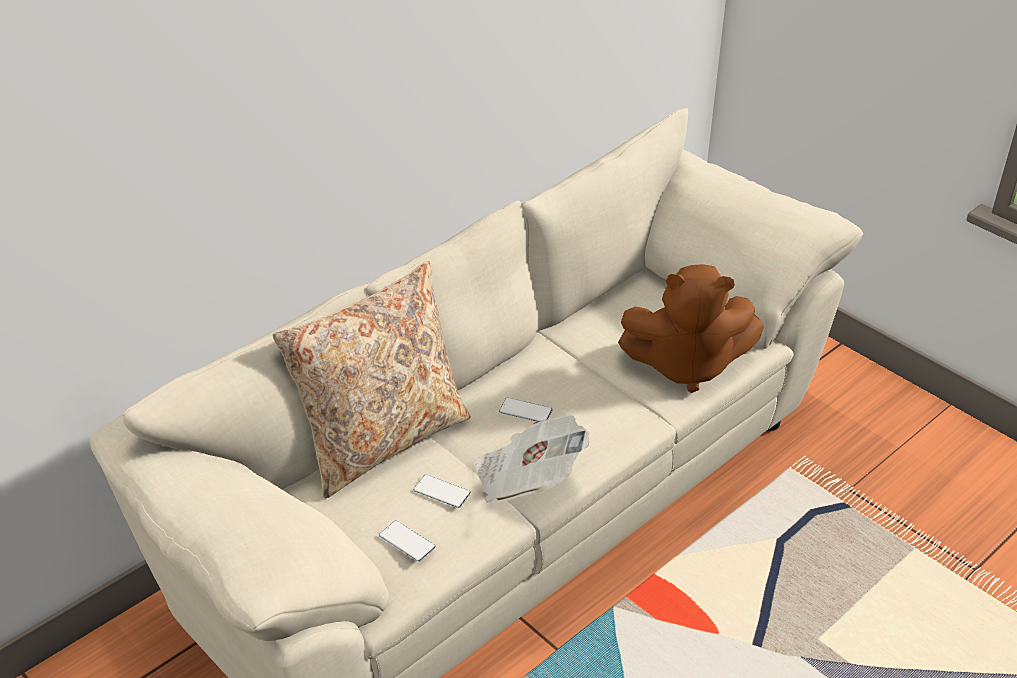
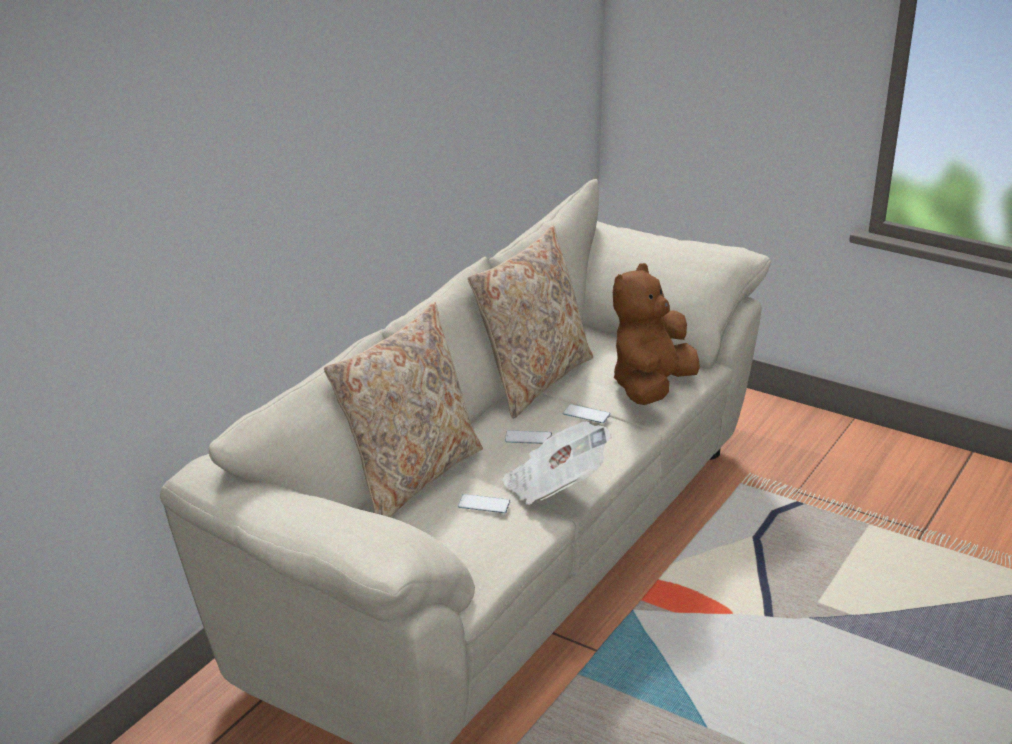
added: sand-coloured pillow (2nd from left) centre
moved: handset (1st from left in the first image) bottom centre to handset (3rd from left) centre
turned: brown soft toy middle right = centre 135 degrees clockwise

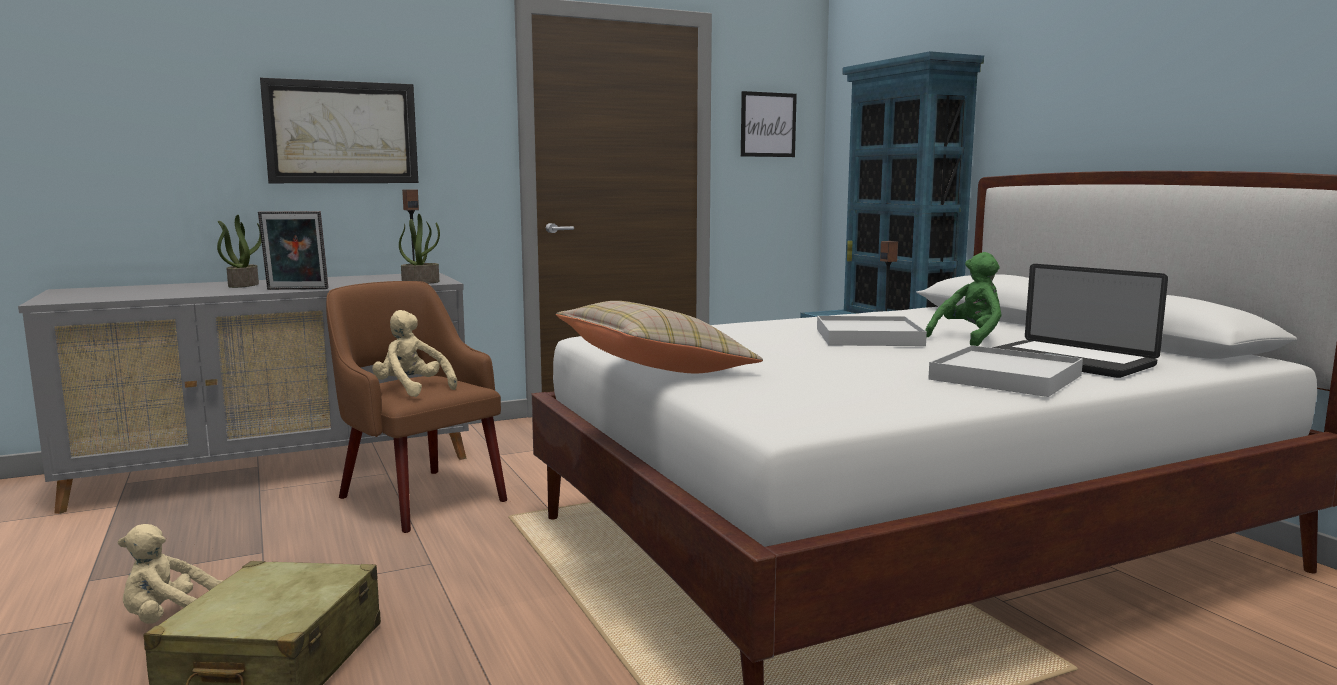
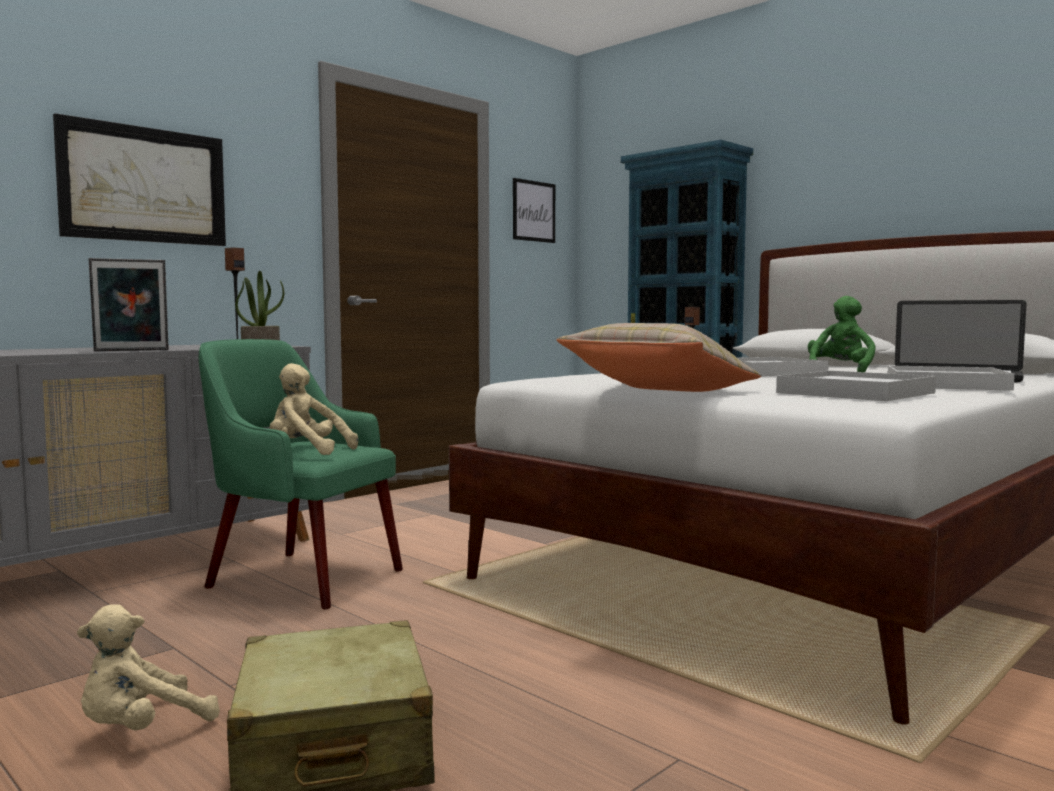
removed: plant in a pot (1st from left) middle left
added: whitish tray (2nd from left) middle right
recoloured: brown easy chair middle left to green easy chair middle left

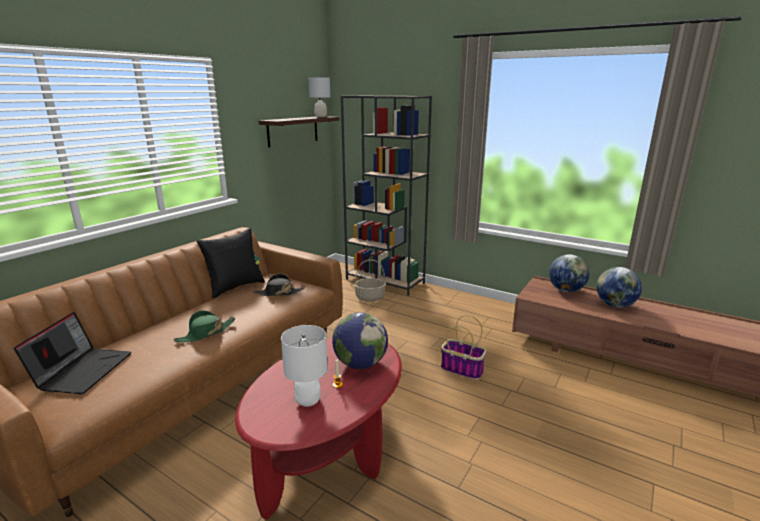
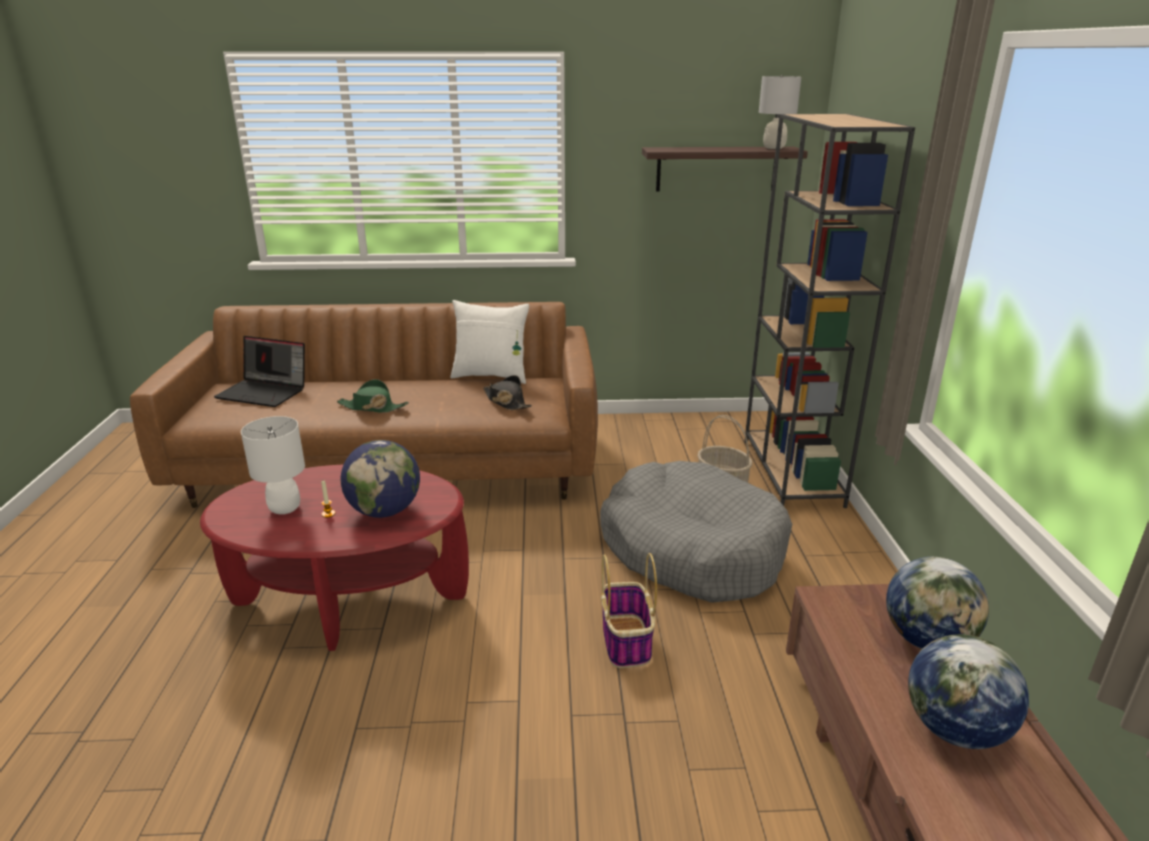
added: greyish dog cushion centre
recoloured: black pillow middle left to whitish pillow centre
turned: portable computer bottom left = middle left 45 degrees clockwise

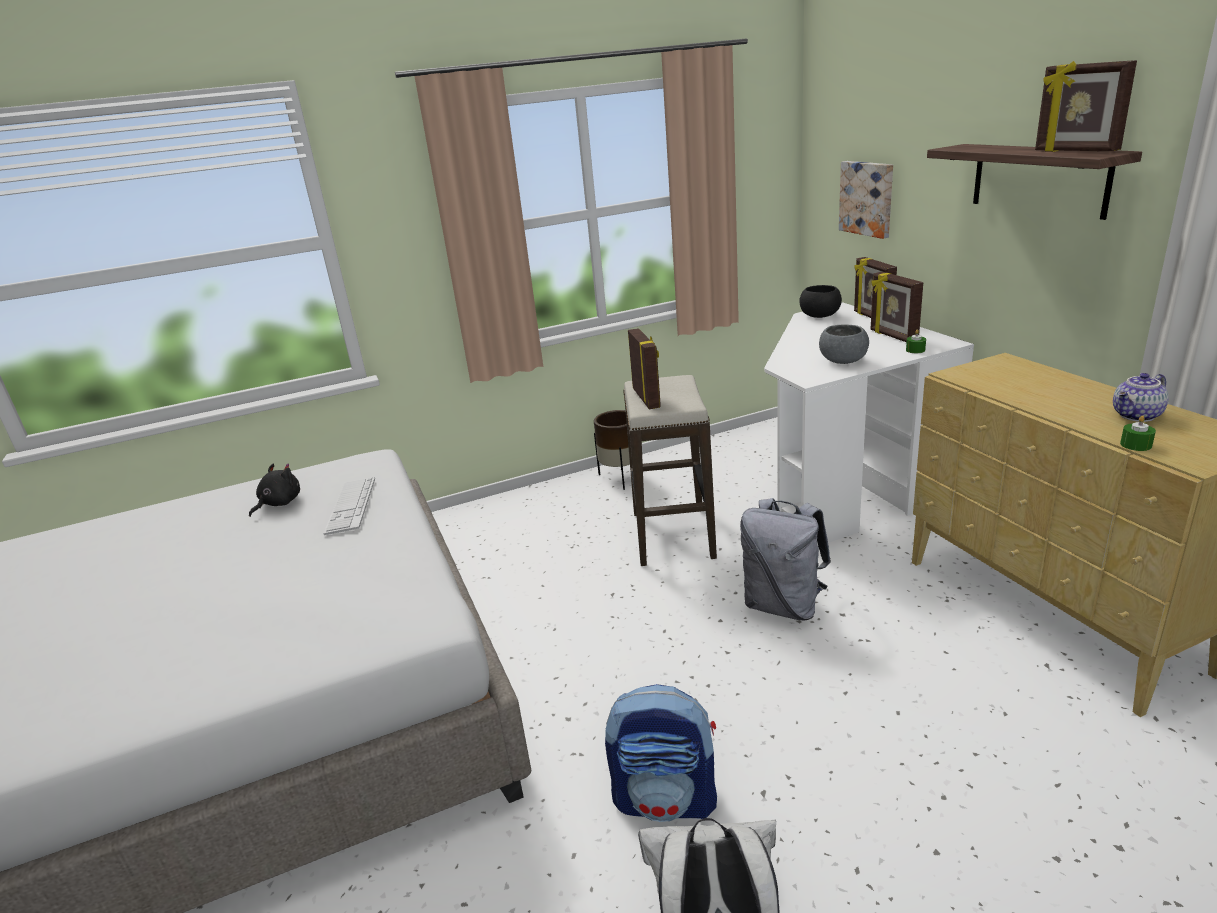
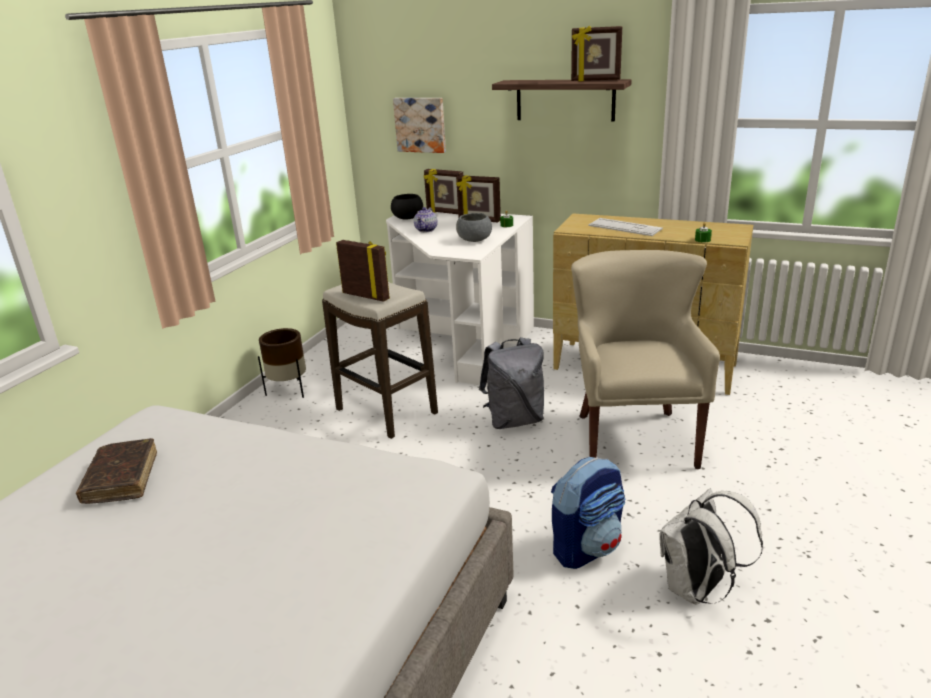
added: sand-coloured easy chair middle right
moved: pot for tea middle right to top centre; computer keyboard middle left to top right
replaced: black soft toy middle left to brown volume bottom left

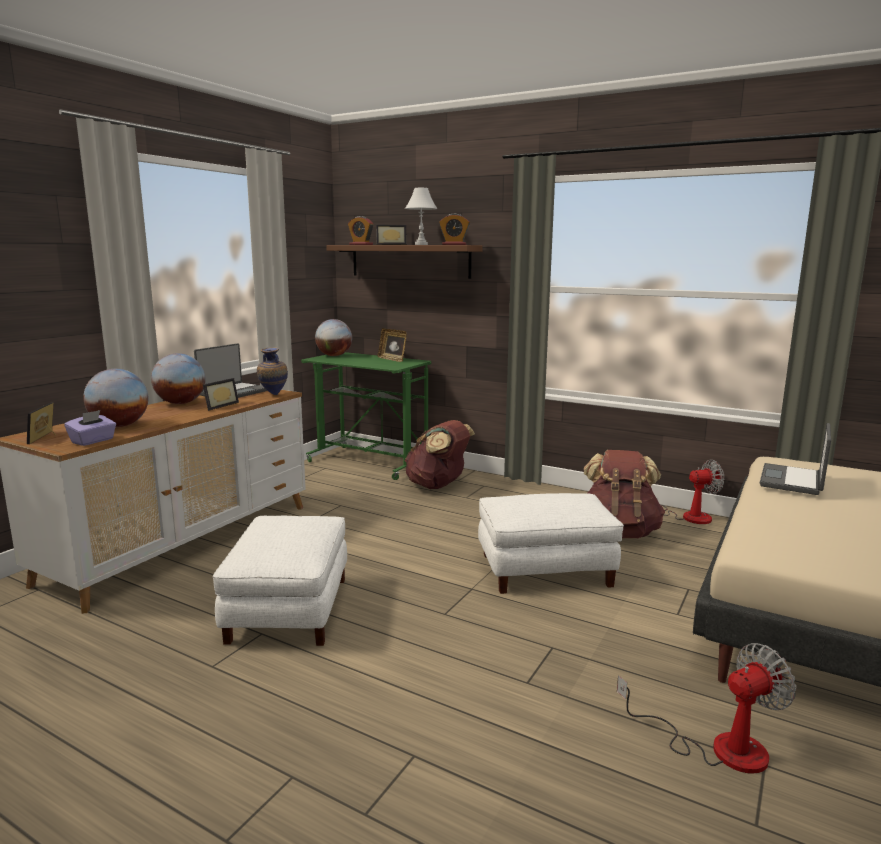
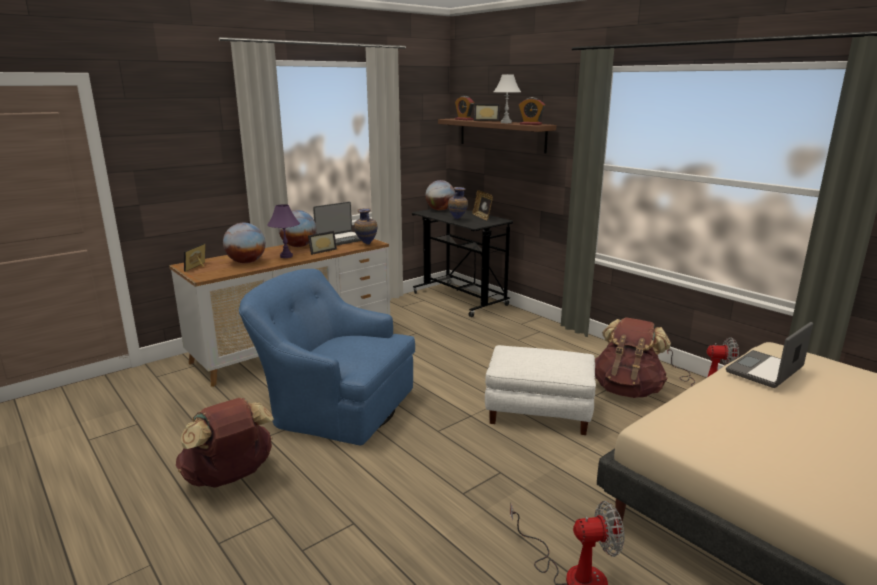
removed: purple tissue holder middle left
added: purple table lamp middle left; flower vase (2nd from left) centre
moved: brown backpack (1st from left) centre to bottom left
replaced: whitish footrest (1st from left) bottom left to blue easy chair centre
recoloured: green desk unit centre to black desk unit centre

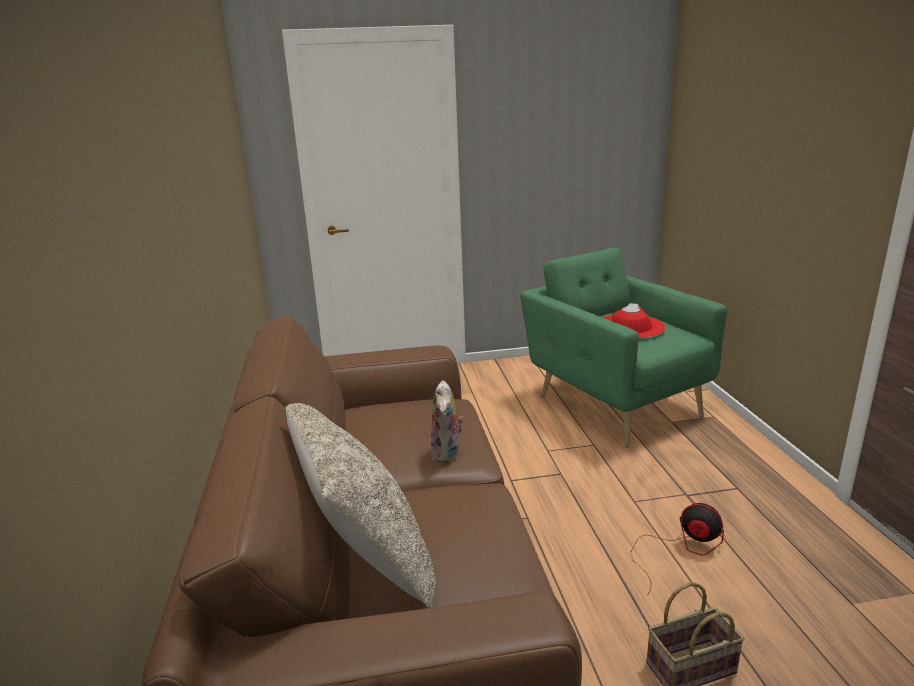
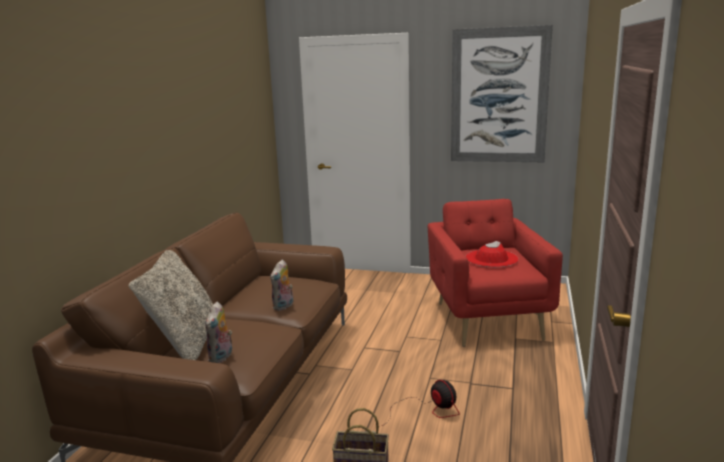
added: soft toy (1st from left) bottom left; wall picture top right
recoloured: green easy chair middle right to red-coloured easy chair middle right

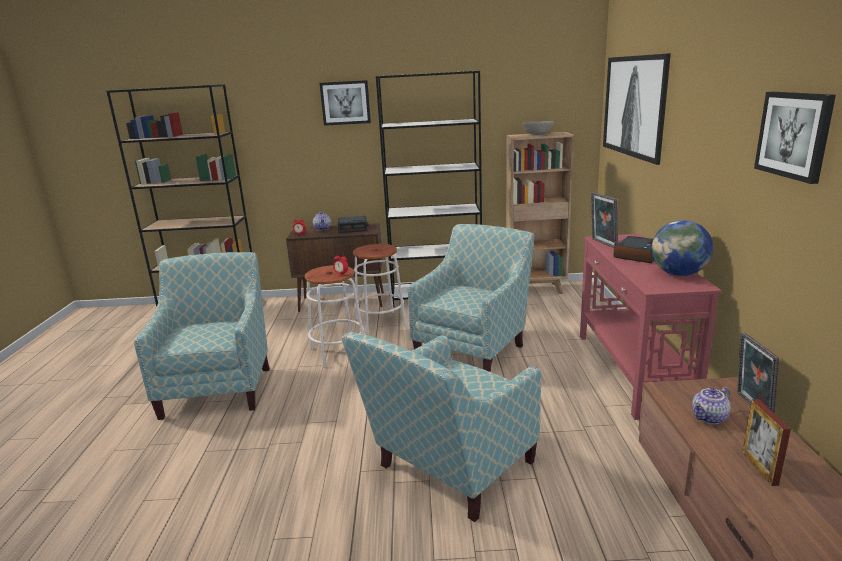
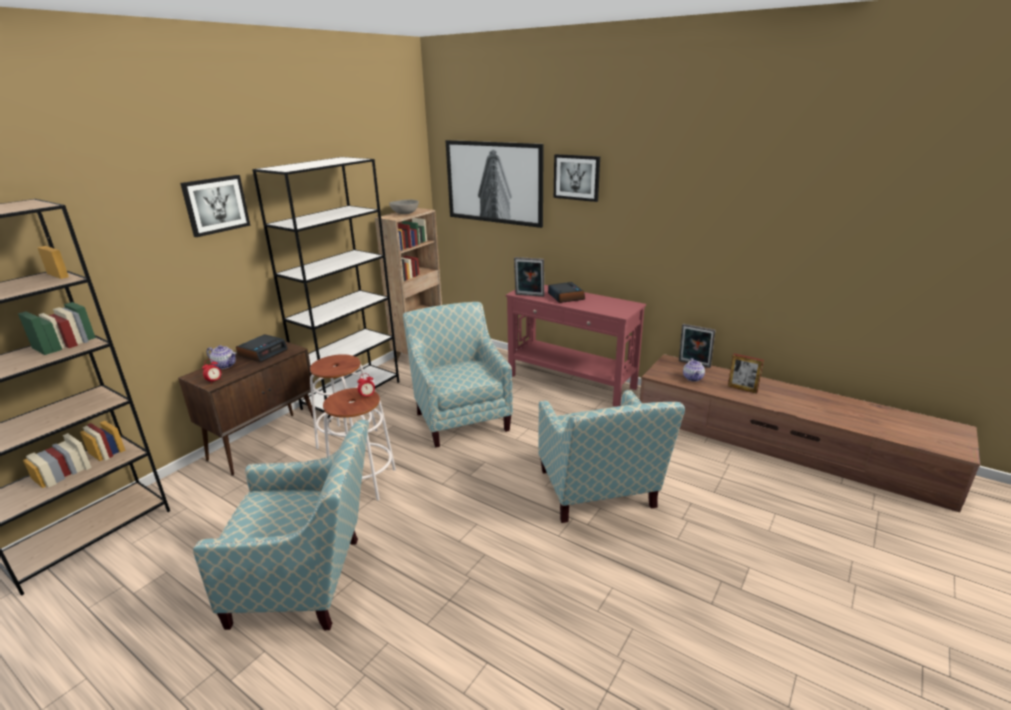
removed: world globe middle right
moved: wall picture (3rd from left) top right to top centre
turned: easy chair (1st from left) middle left = bottom left 150 degrees clockwise

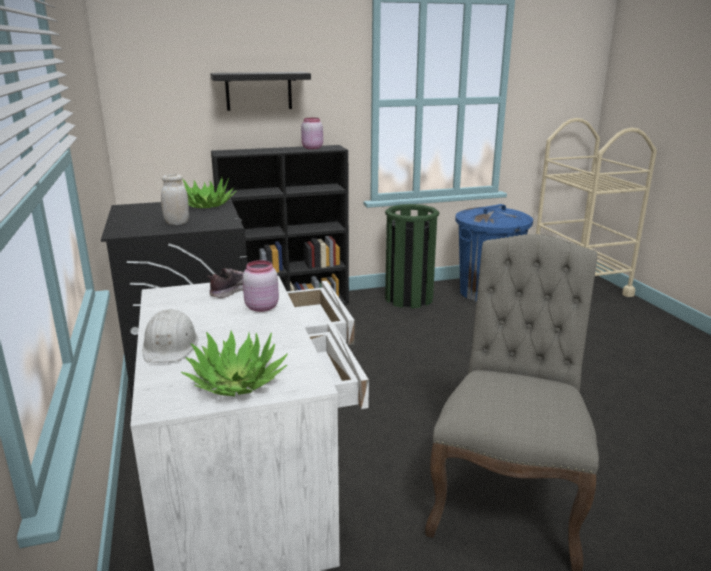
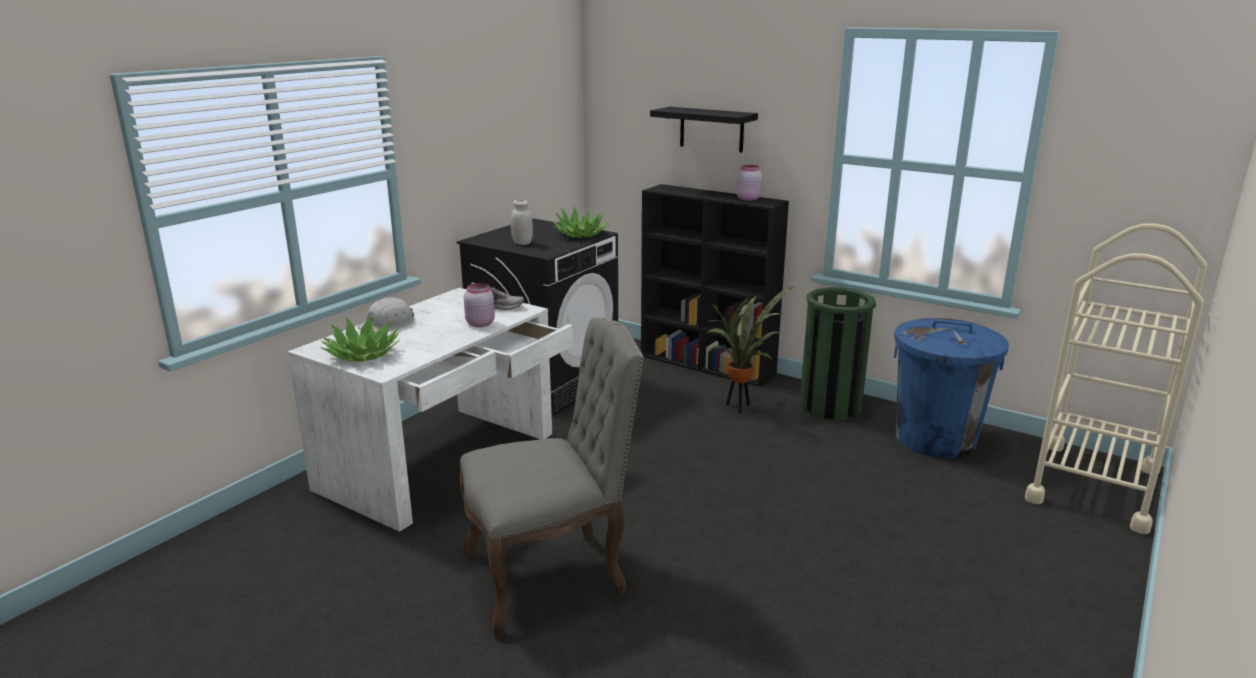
added: plant in a pot (3rd from left) centre

